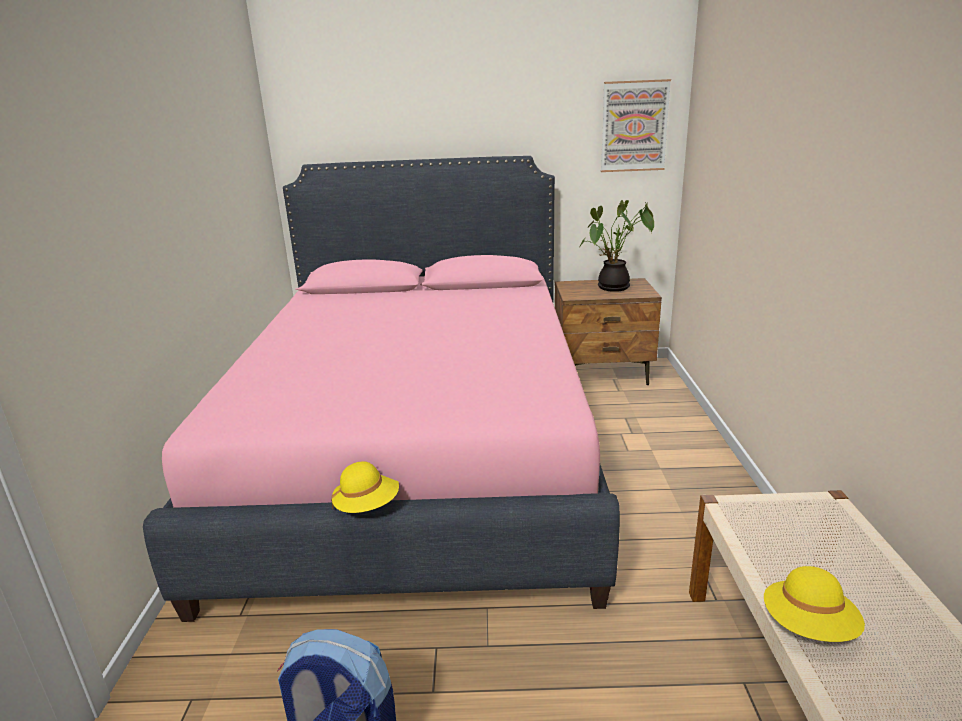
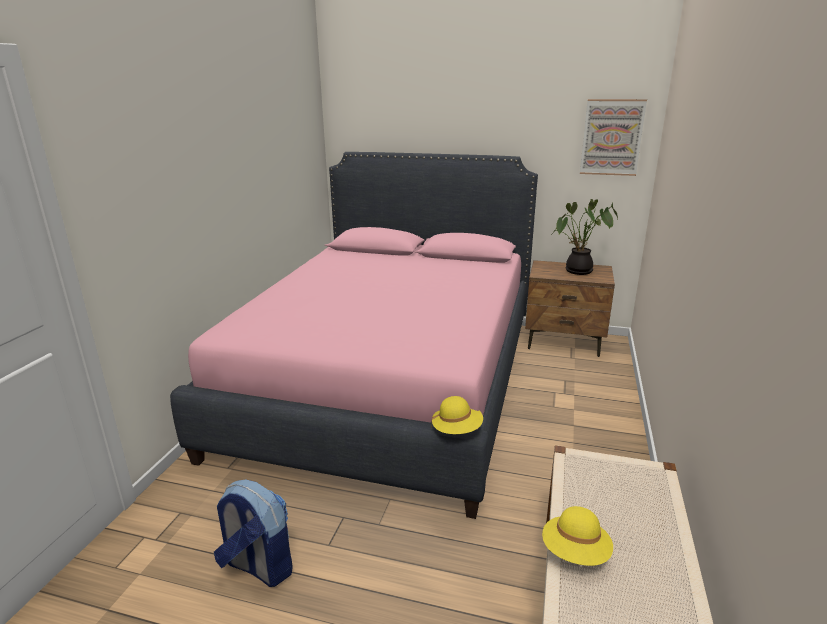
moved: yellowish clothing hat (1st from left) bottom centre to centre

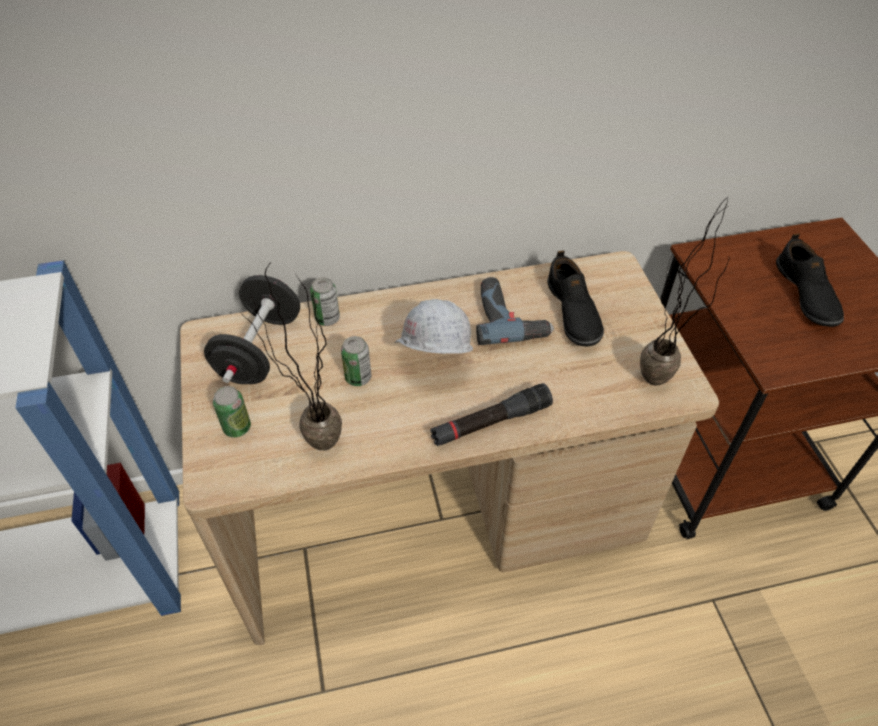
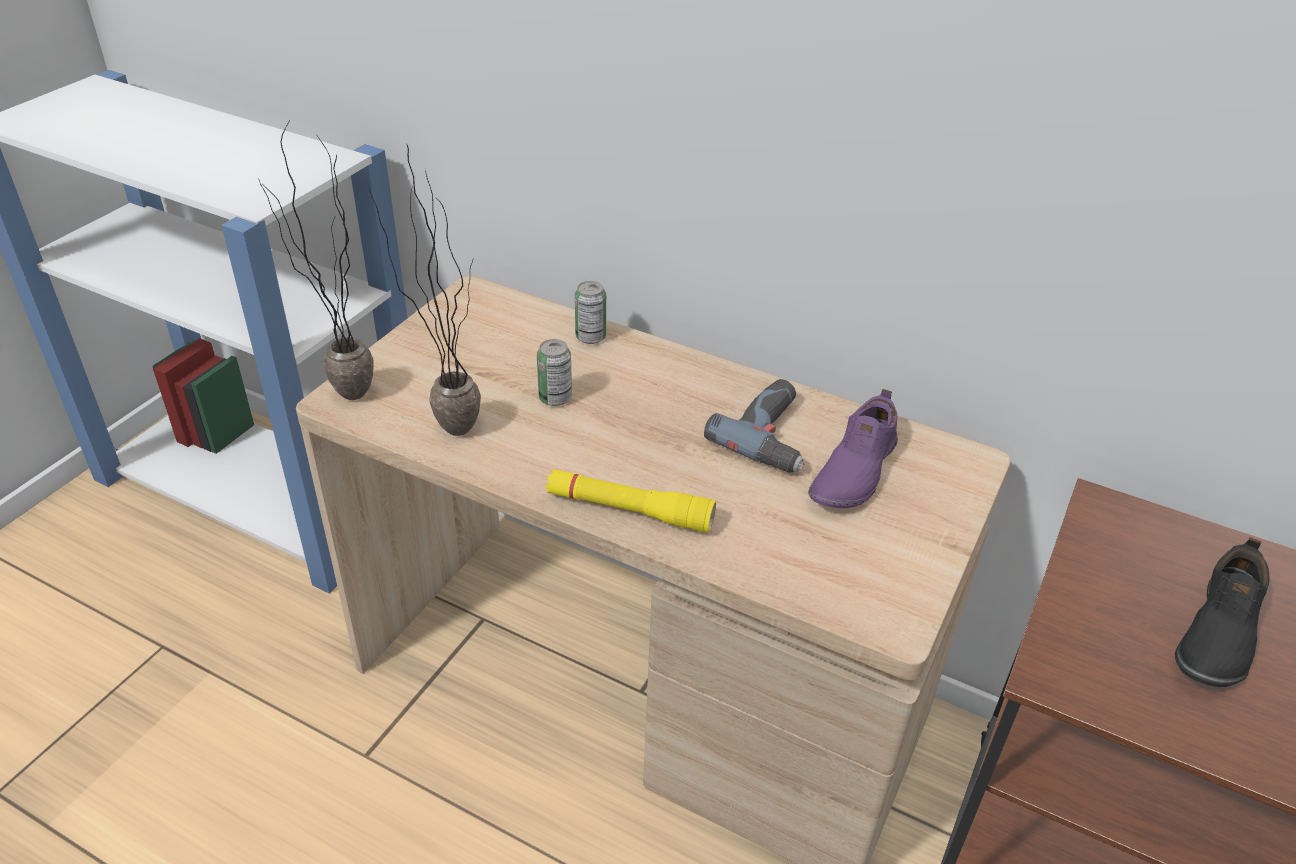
removed: black hand weight middle left; can (1st from left) middle left; whitish safety helmet centre
moved: plant in a pot (2nd from left in the first image) middle right to plant in a pot (1st from left) top left
recoloured: black hand torch centre to yellowish hand torch centre; black item of footwear (1st from left) centre to purple item of footwear centre

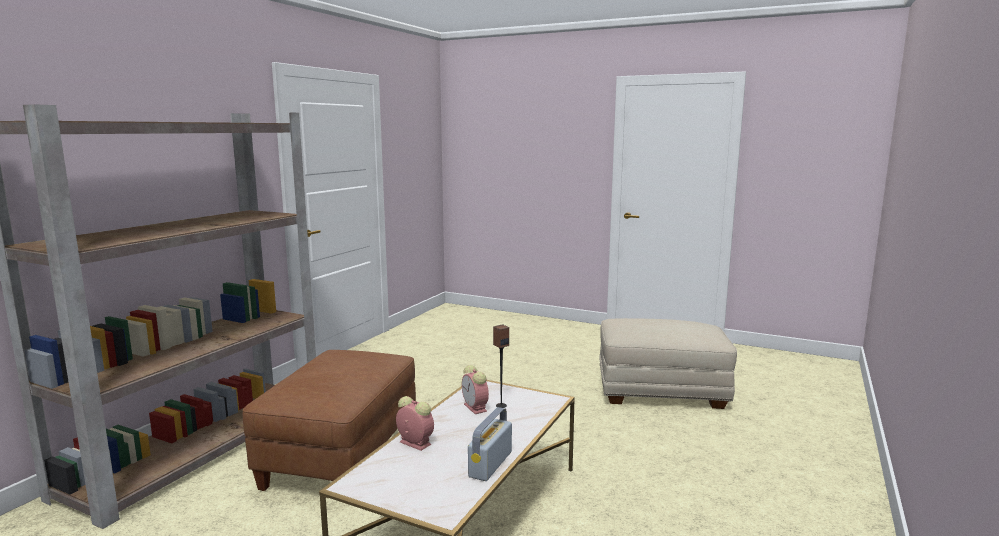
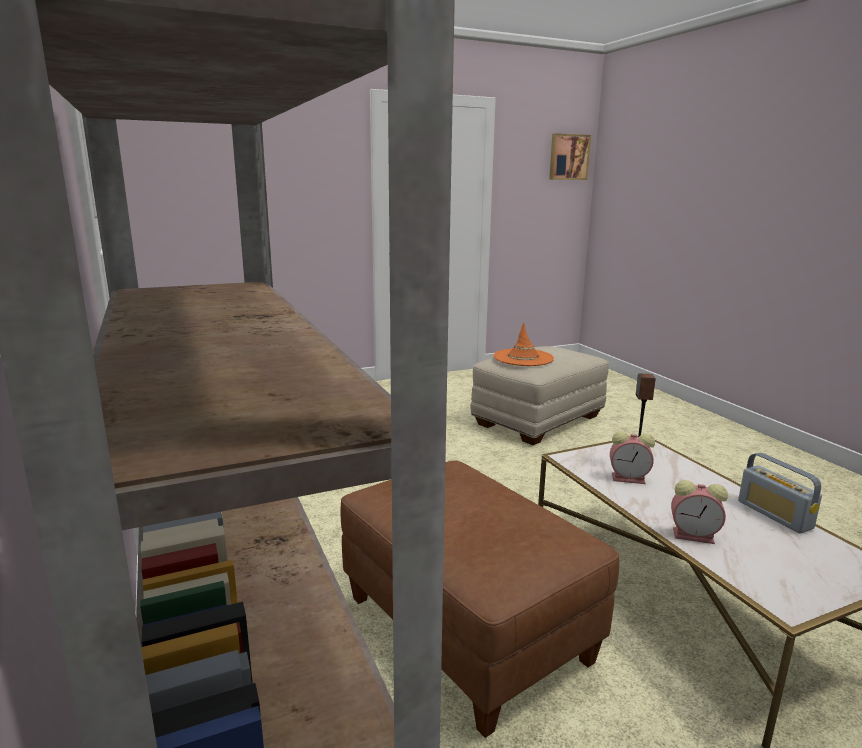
added: orange-coloured clothing hat centre; wall picture top centre
turned: alarm clock (1st from left in the first image) bottom centre = bottom right 150 degrees counterclockwise

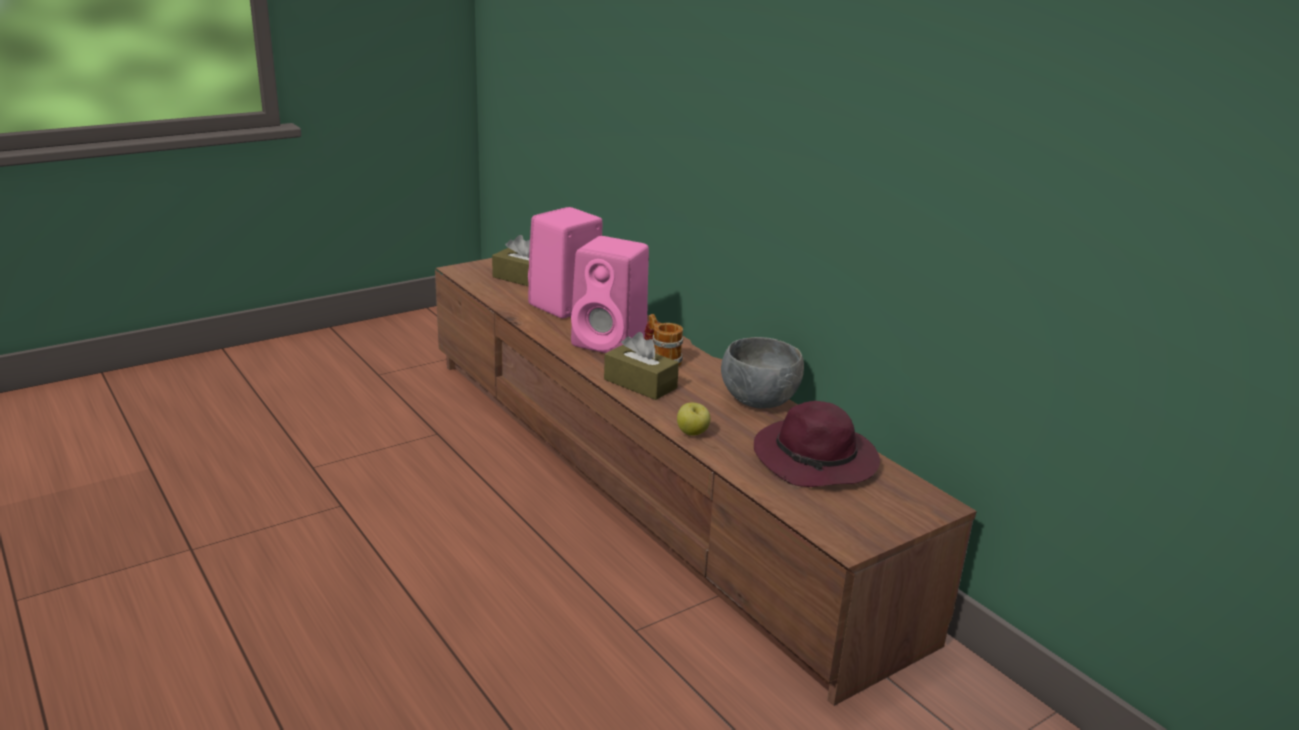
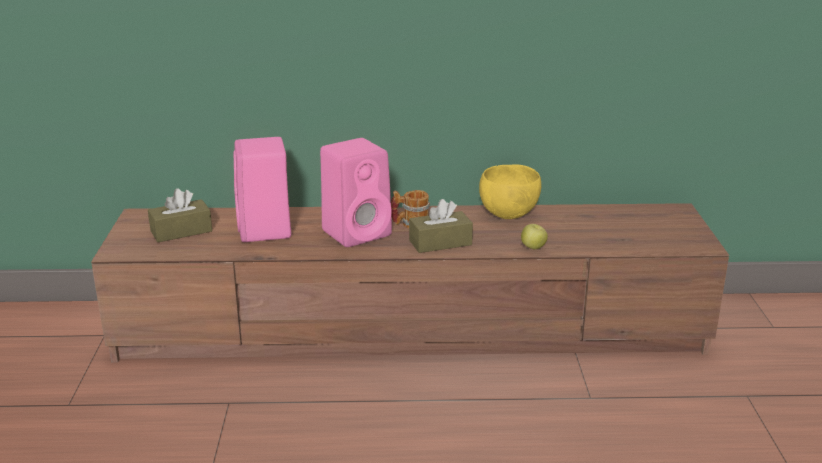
removed: purple clothing hat centre
recoloured: greyish serving bowl centre to yellowish serving bowl centre

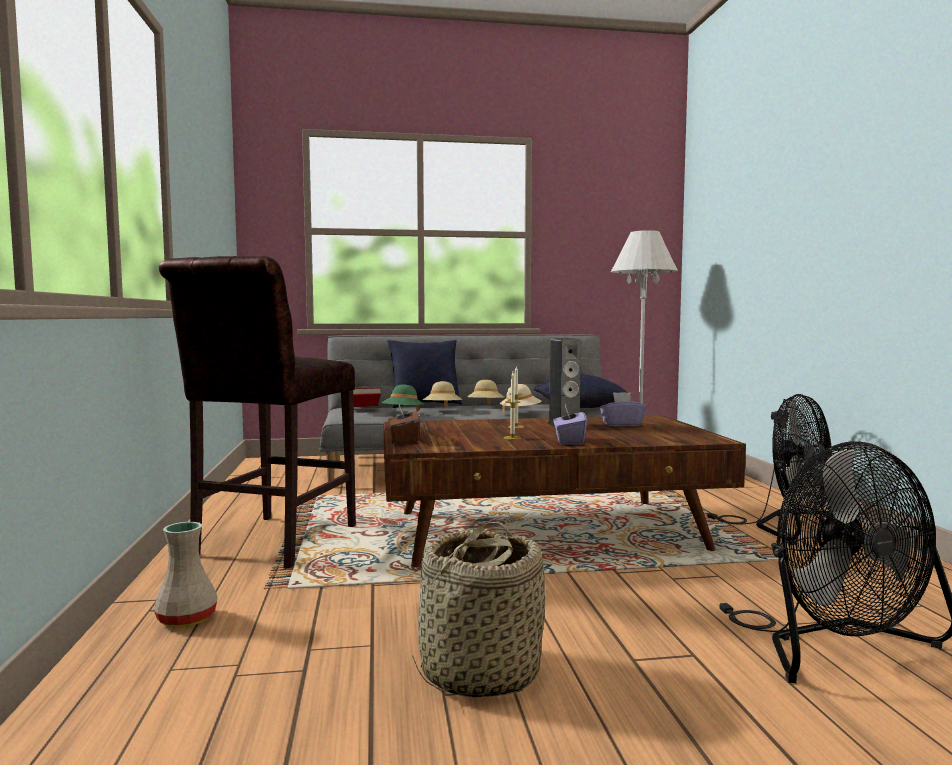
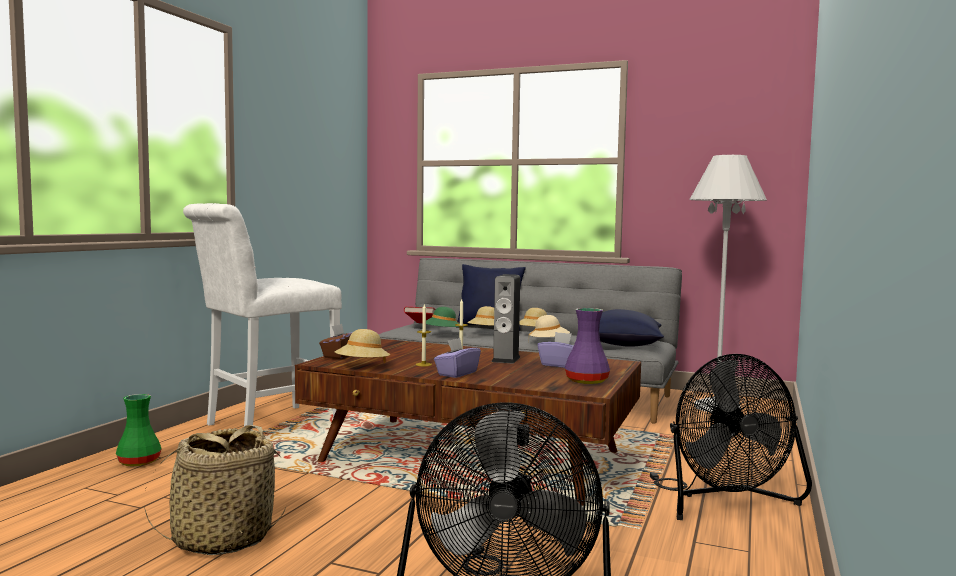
added: sand-coloured clothing hat (1st from left) centre; purple flower vase centre
recoloured: sand-coloured flower vase bottom left to green flower vase bottom left; brown sitting stool middle left to whitish sitting stool middle left

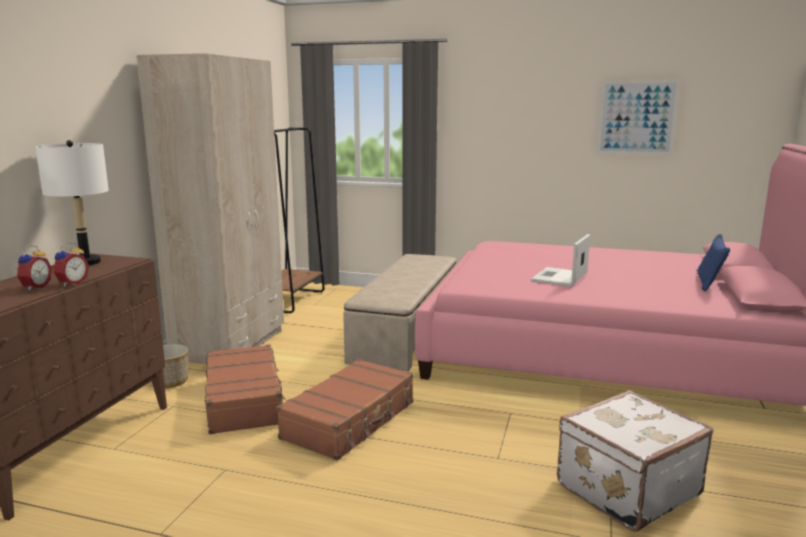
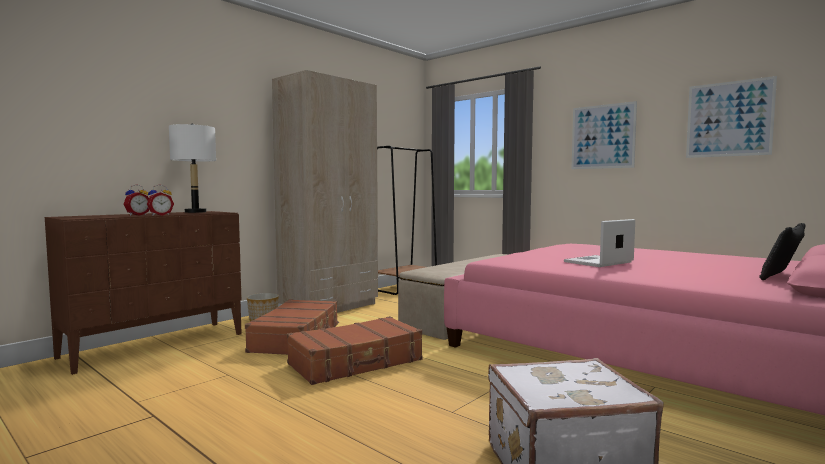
added: wall picture (1st from left) top right
recoloured: blue pillow middle right to black pillow middle right

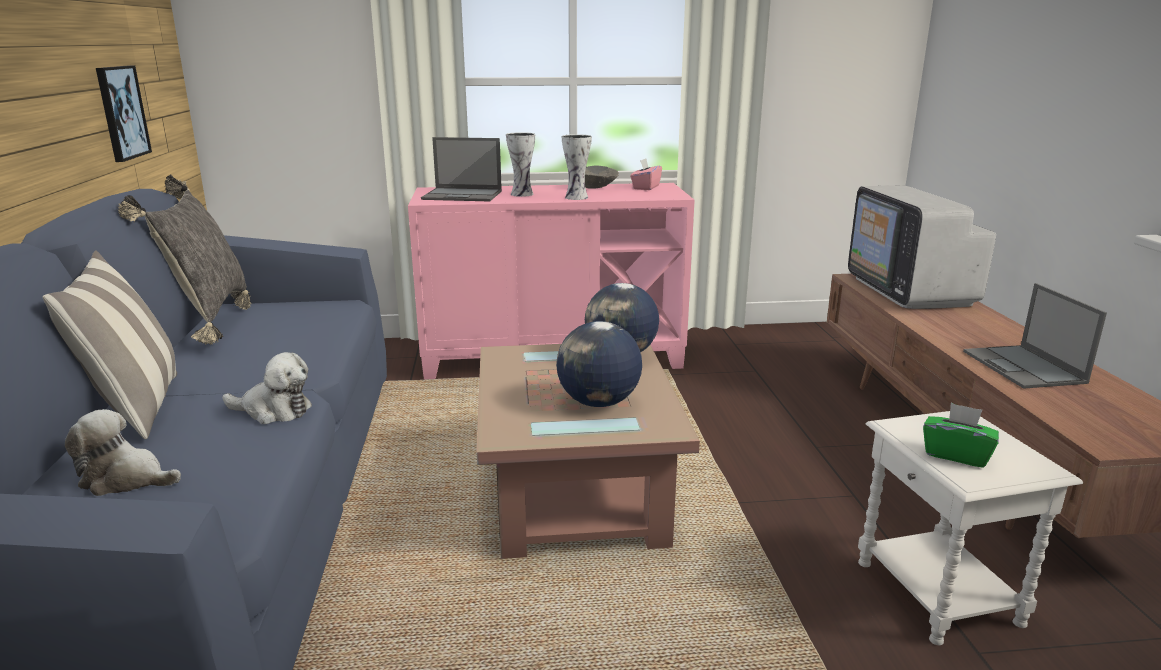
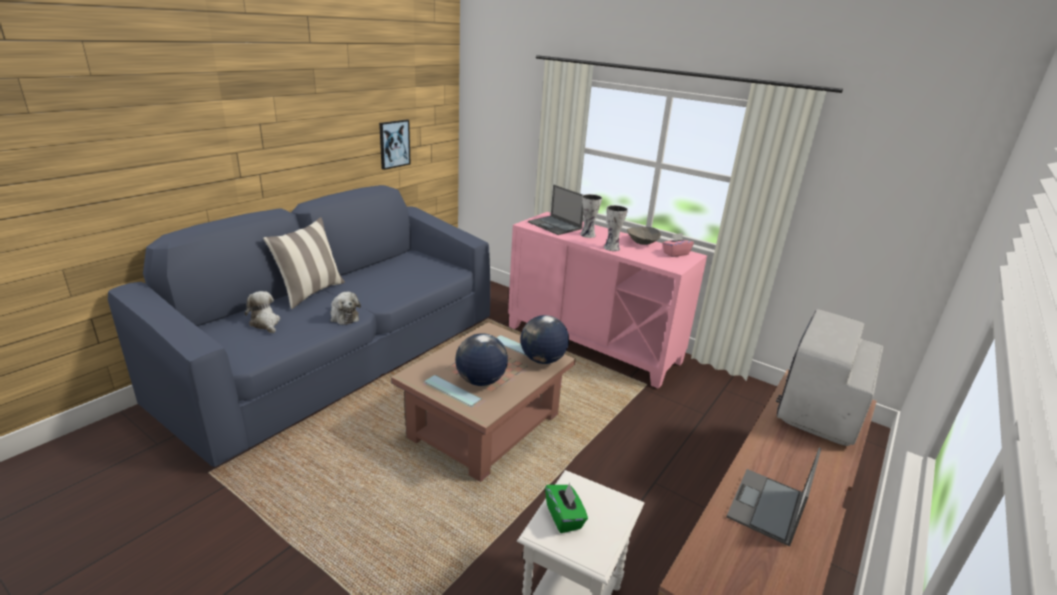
removed: pillow (2nd from left) middle left

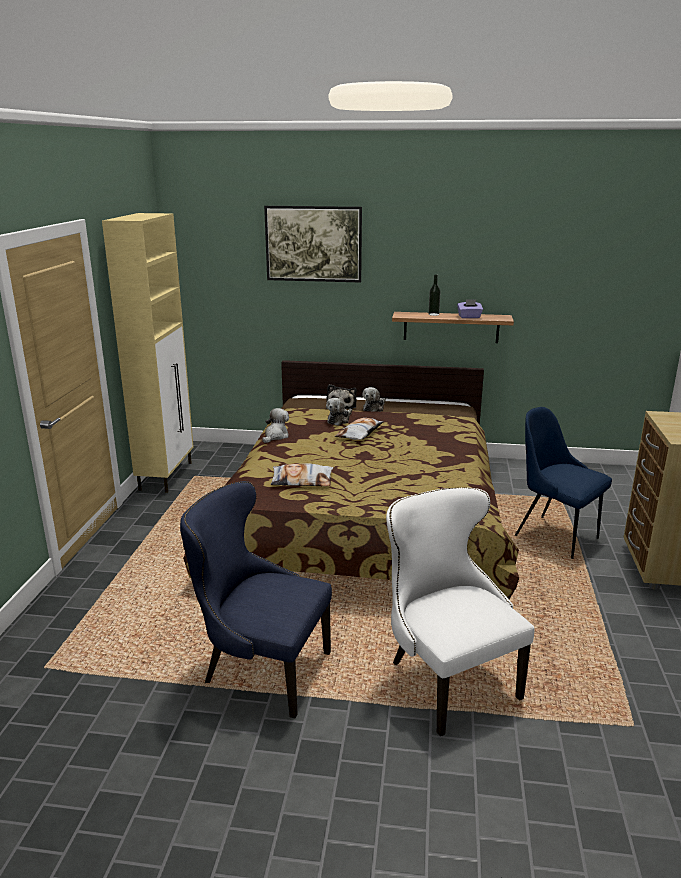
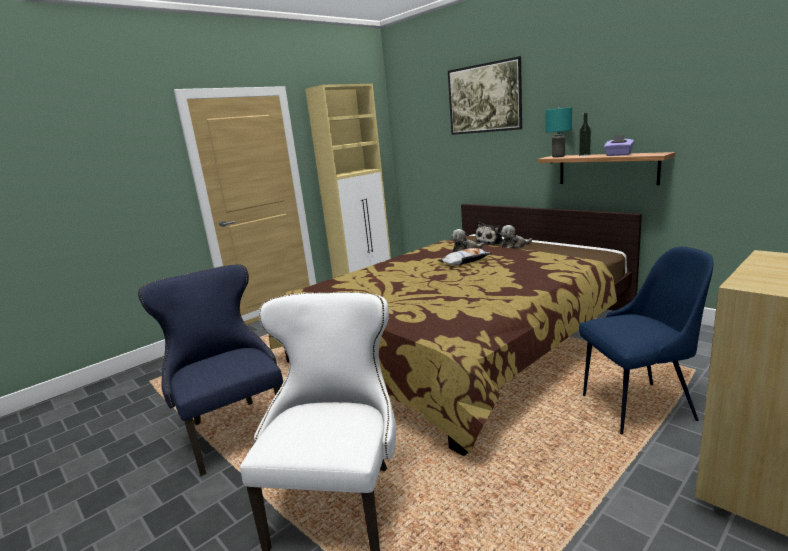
removed: soft toy (1st from left) centre; pillow (1st from left) centre
added: turquoise-coloured table lamp top right
turned: blue plain chair (2nd from left) middle right = middle right 90 degrees clockwise

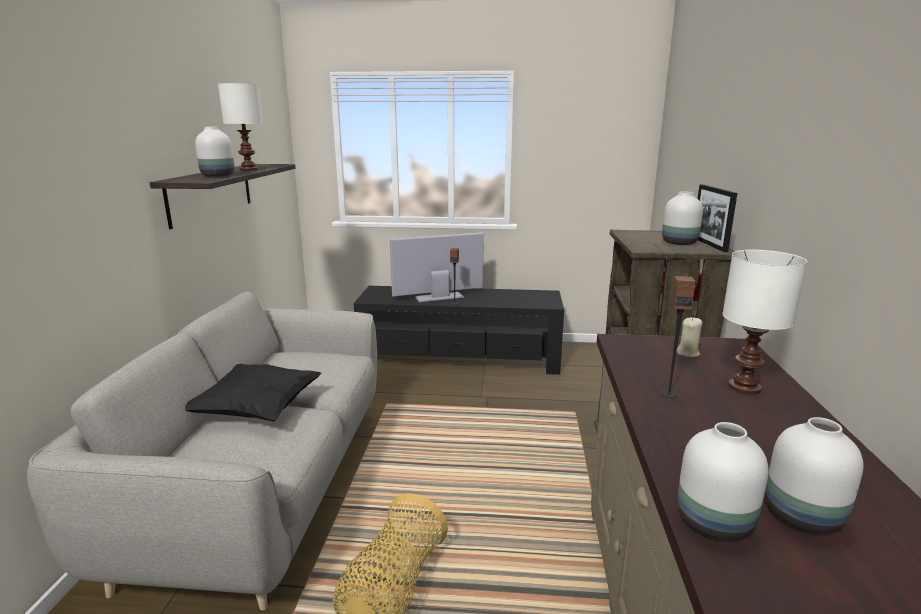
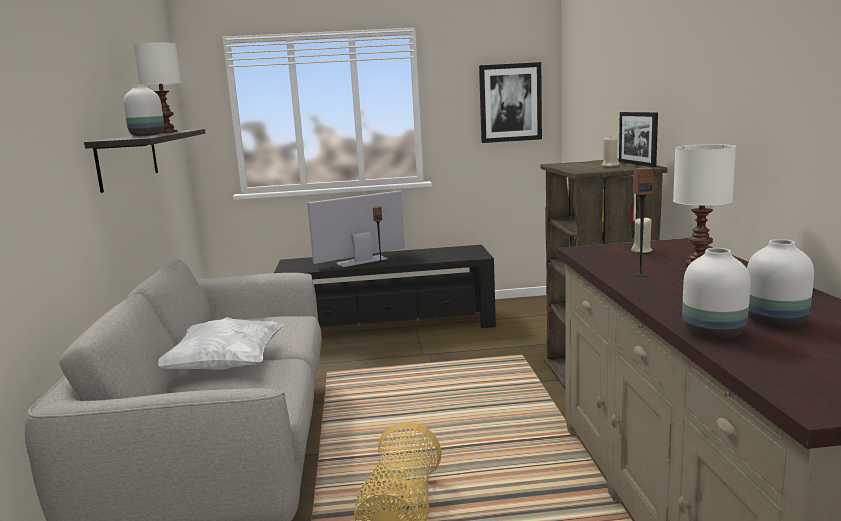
added: wall picture top centre
replaced: whitish flower vase (2nd from left) middle right to sand-coloured wax candle (1st from left) top right
recoloured: black pillow middle left to whitish pillow middle left

